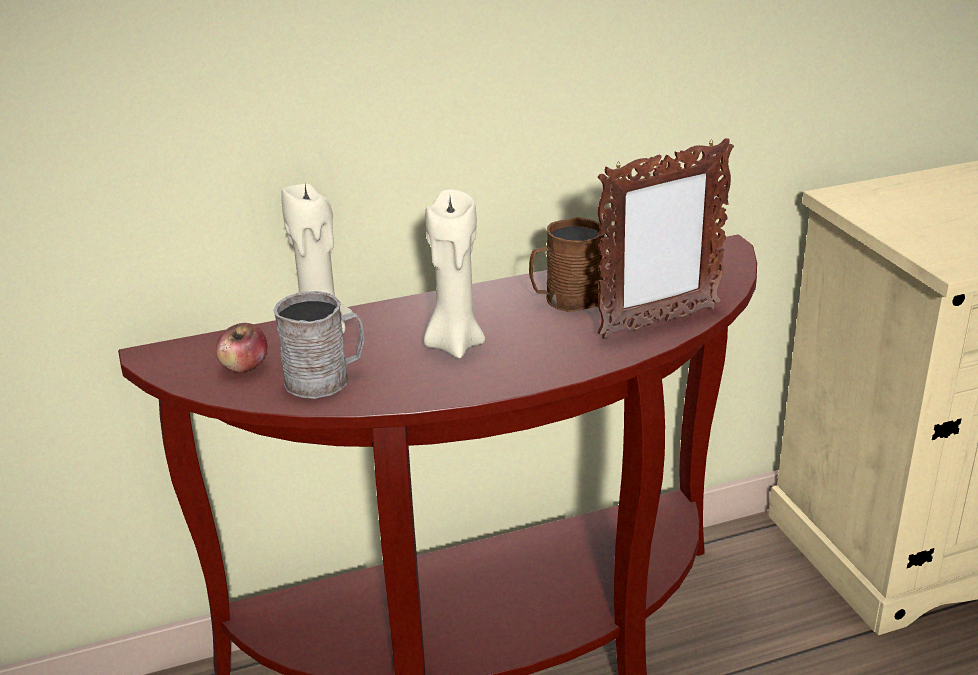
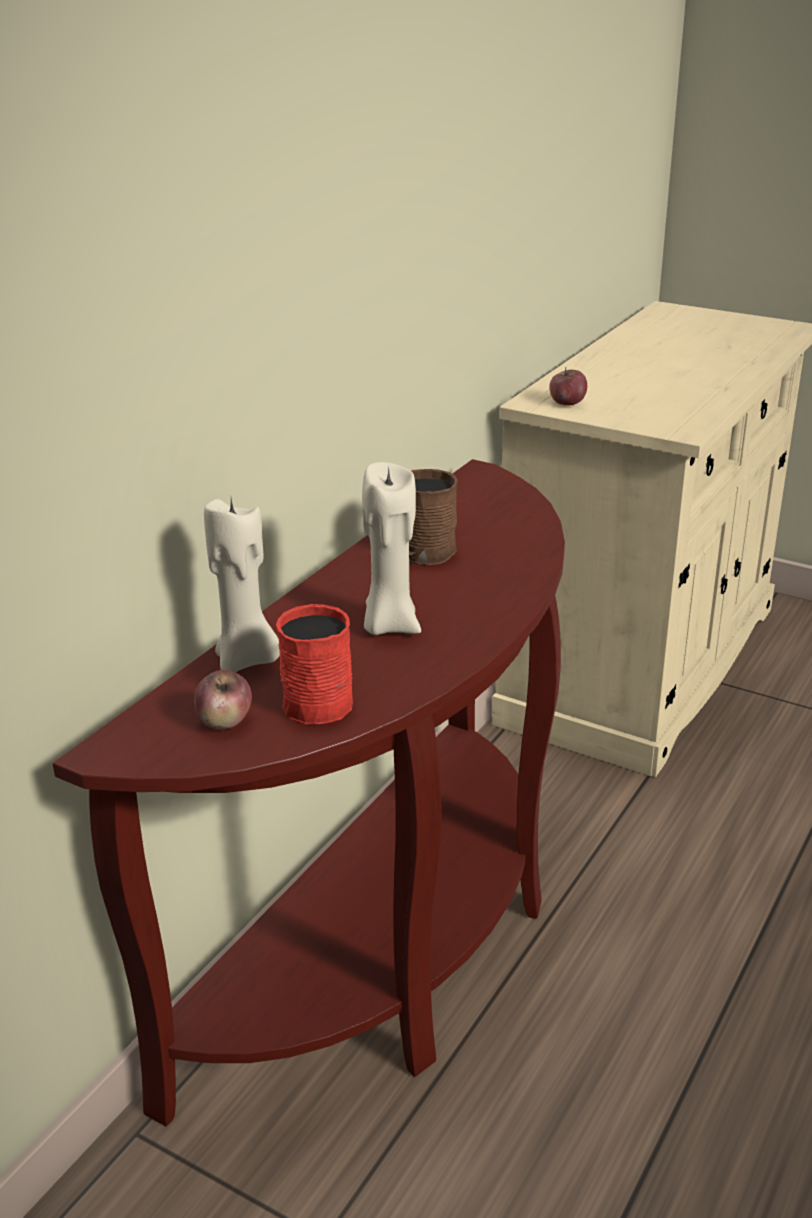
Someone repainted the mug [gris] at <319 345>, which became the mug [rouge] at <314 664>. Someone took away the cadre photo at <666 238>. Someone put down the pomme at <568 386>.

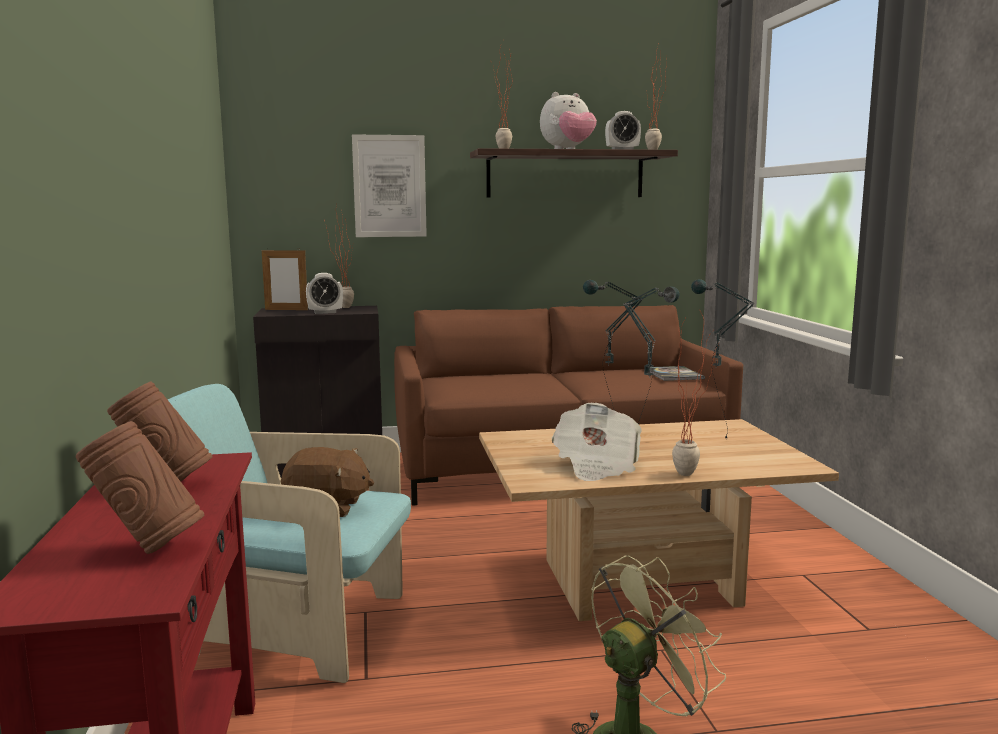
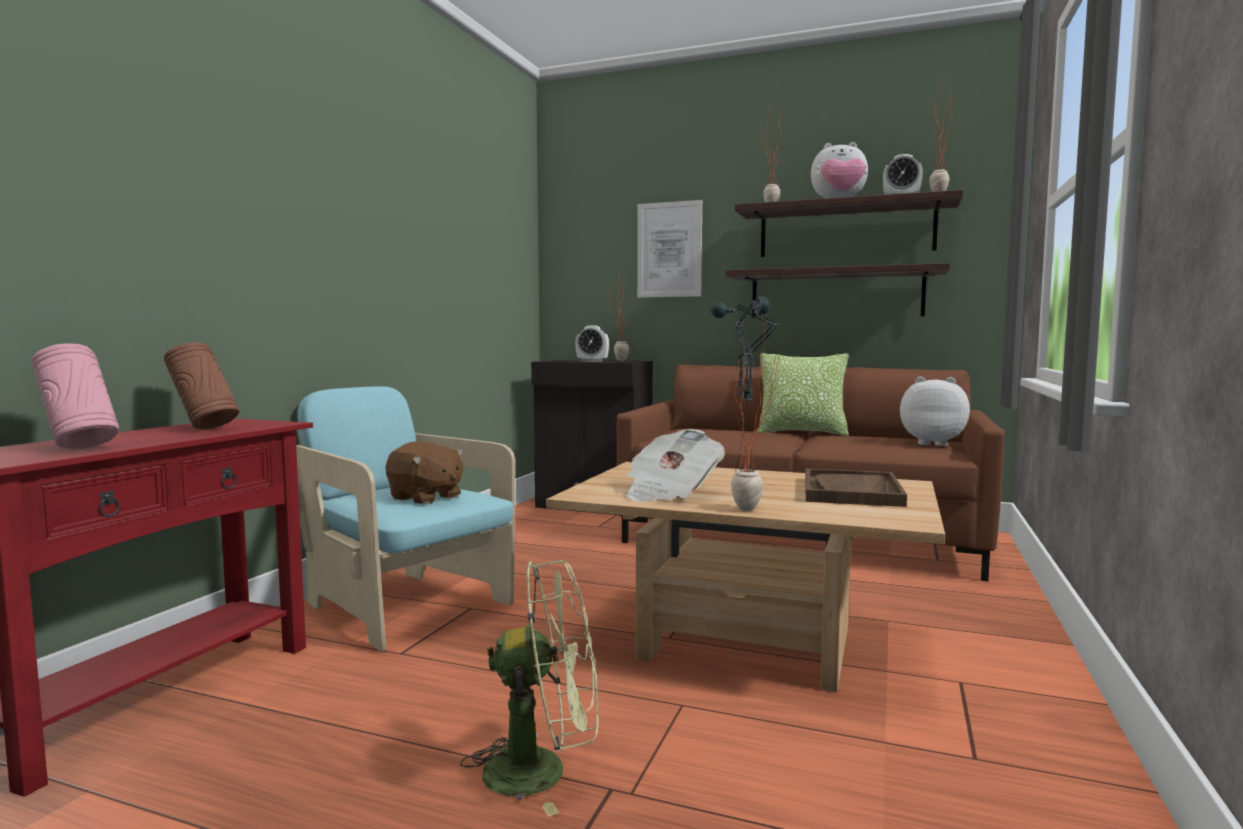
Someone repainted the vase [marron] at <140 487>, which became the vase [rose] at <75 396>. Someone took away the cadre photo at <285 279>. Someone swapped the livre at <677 373> for the peluche at <935 411>. Someone swapped the lampe de table at <723 359> for the plateau [marron] at <856 488>. Someone put up the étagère at <838 290>. Someone put down the coussin at <803 394>.

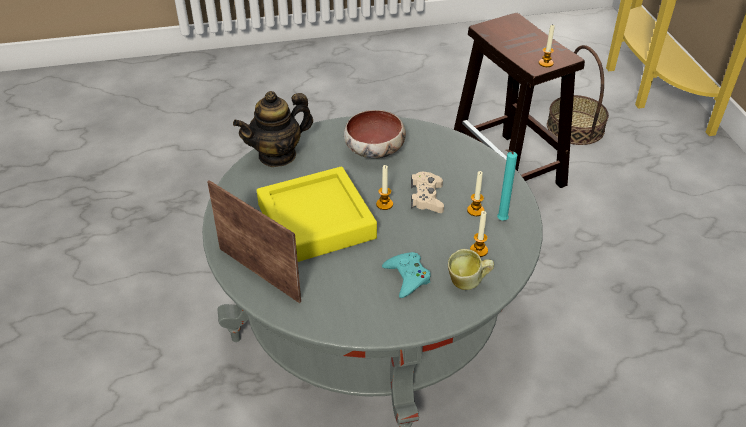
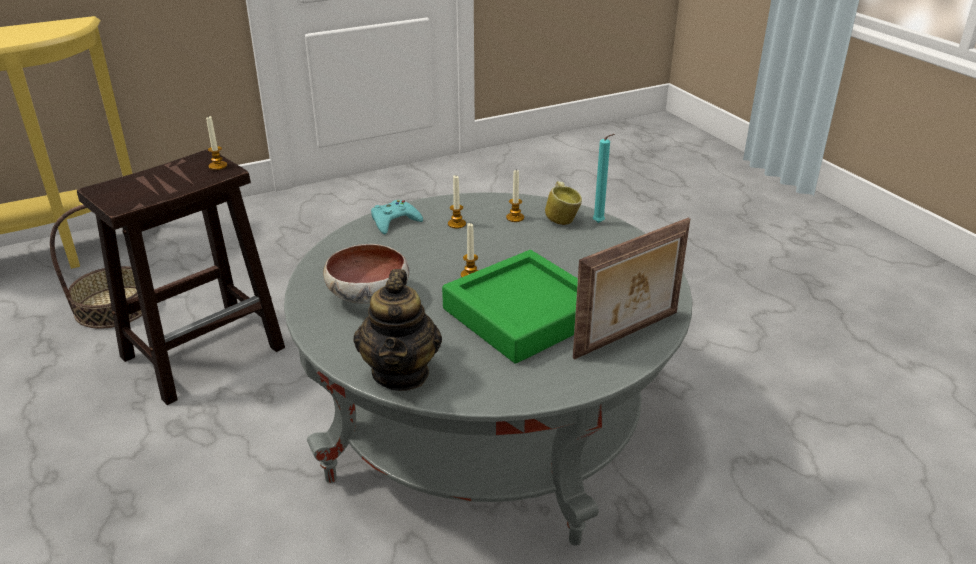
Someone rotated the cadre photo at <254 241> by 150 degrees counterclockwise. Someone rotated the théière at <273 129> by 45 degrees clockwise. Someone repainted the plateau [jaune] at <317 214>, which became the plateau [vert] at <510 307>. Someone carried the manette [turquoise] from <406 275> to <397 217>. Someone took away the manette [beige] at <427 192>. Someone carried the bougie [turquoise] from <507 185> to <604 178>.

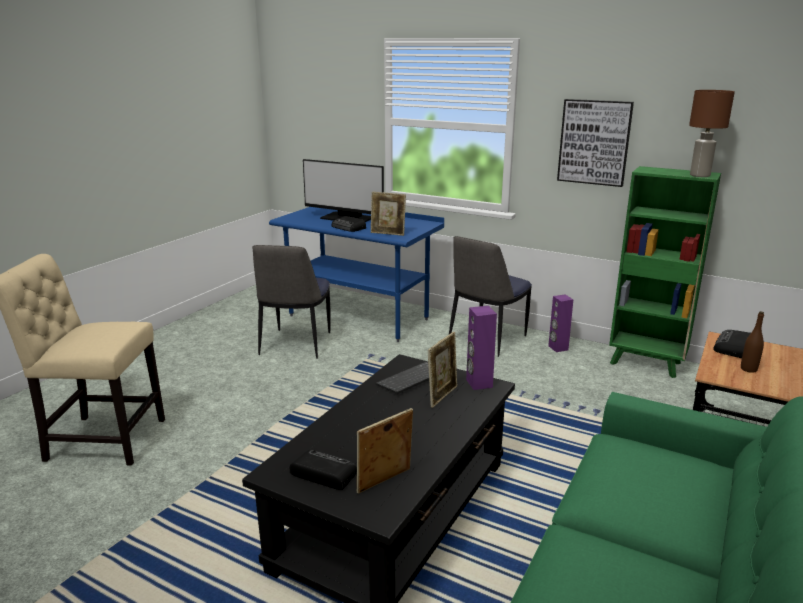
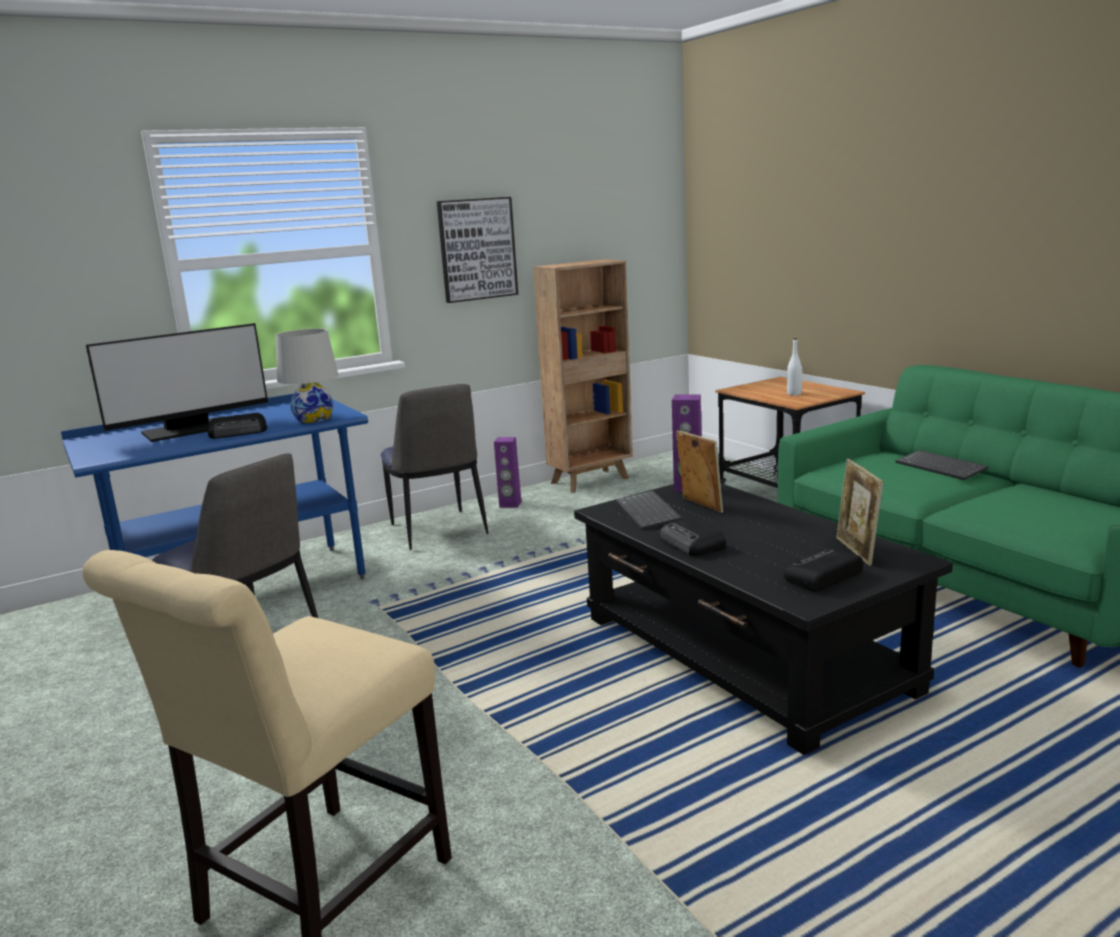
Someone swapped the cadre photo at <388 214> for the lampe de table [blanc] at <306 376>. Someone repainted the bibliothèque [vert] at <665 272>, which became the bibliothèque [marron] at <583 376>. Someone took away the lampe de table [marron] at <712 133>. Someone carried the radio from <732 344> to <692 536>. Someone repainted the bouteille [marron] at <752 342>, which became the bouteille [blanc] at <794 366>. Someone put down the clavier at <942 465>.

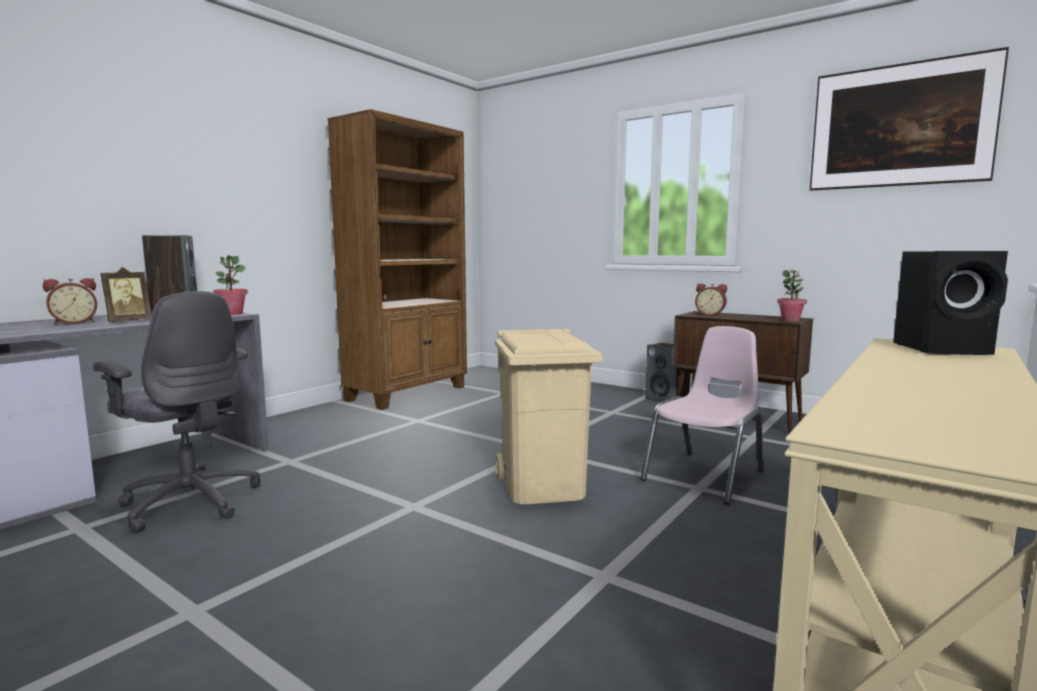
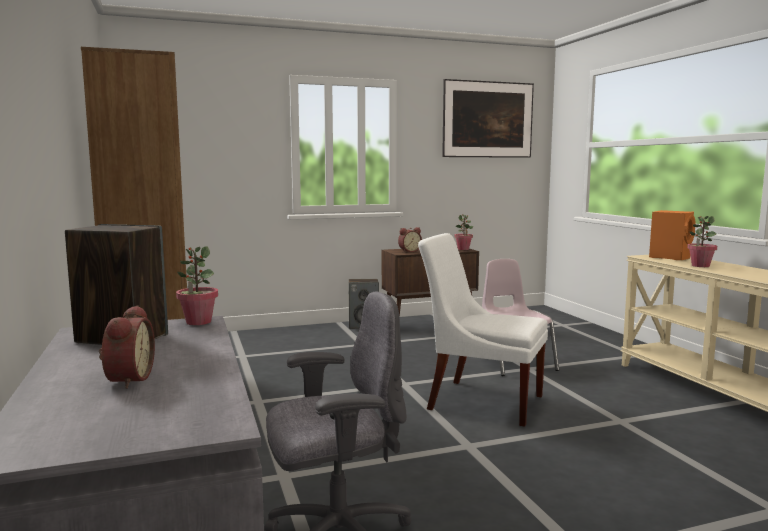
Someone took away the cadre photo at <126 294>. Someone swapped the poubelle [beige] at <549 416> for the chaise [blanc] at <483 330>. Someone repainted the enceinte [noir] at <950 303>, which became the enceinte [orange] at <672 235>. Someone put down the plante en pot at <702 241>.

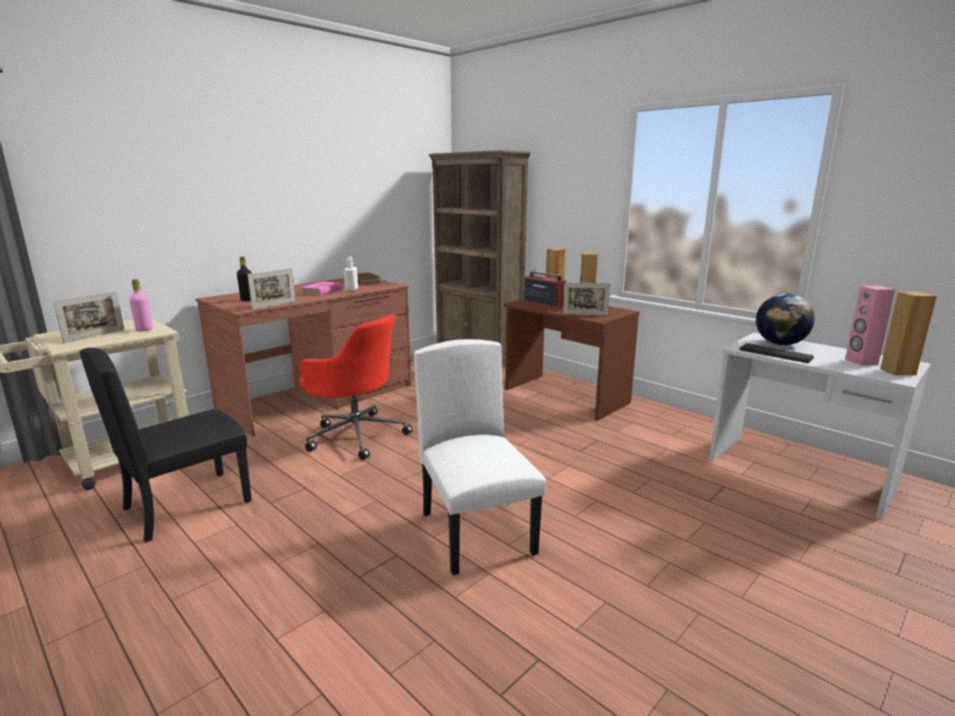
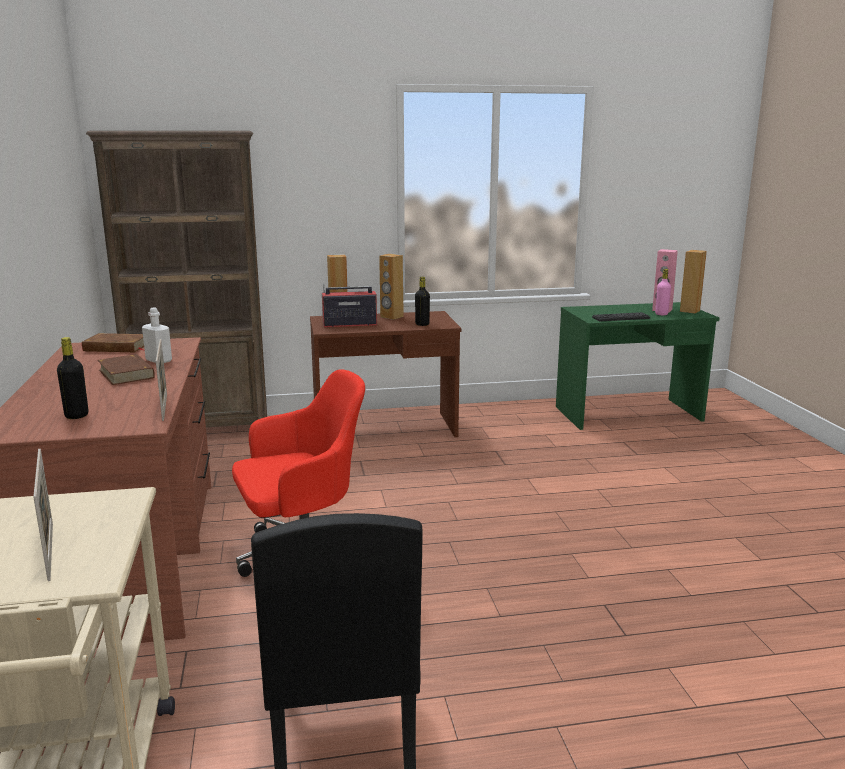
Someone carried the bouteille [rose] from <141 305> to <663 292>. Someone repainted the livre [rose] at <320 288>, which became the livre [marron] at <126 369>. Someone took away the chaise [blanc] at <480 457>. Someone swapped the cadre photo at <586 299> for the bouteille [noir] at <422 301>. Someone repainted the bureau [blanc] at <820 426>, which became the bureau [vert] at <637 366>. Someone took away the globe at <785 319>.

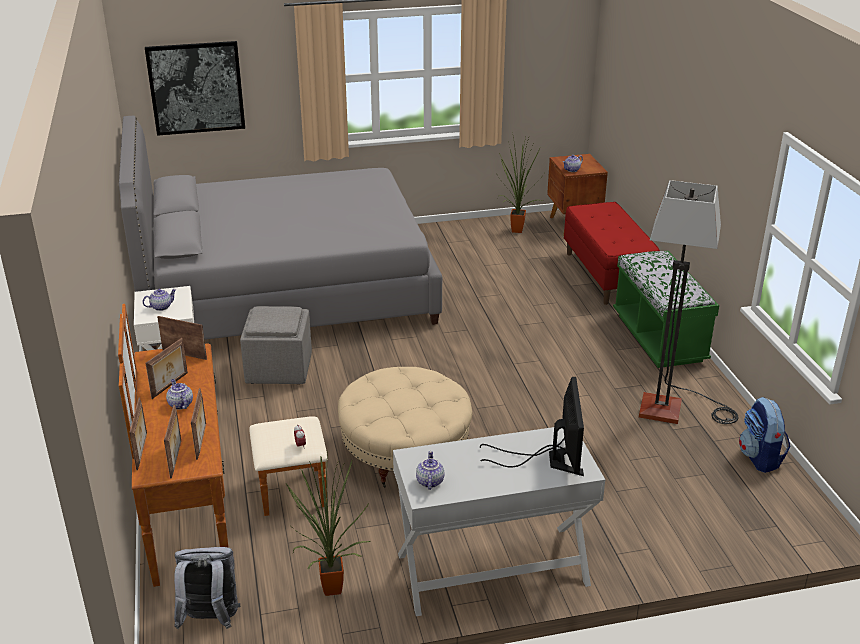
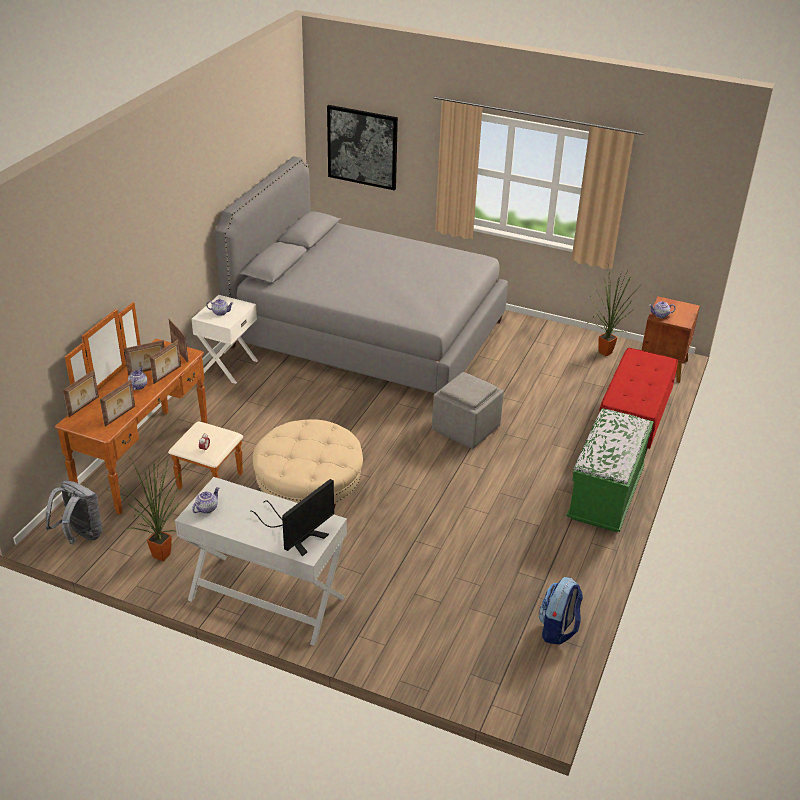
Someone carried the cadre photo from <172 442> to <165 362>. Someone carried the pouf [gris] from <276 345> to <468 410>. Someone took away the lampadaire at <689 302>.

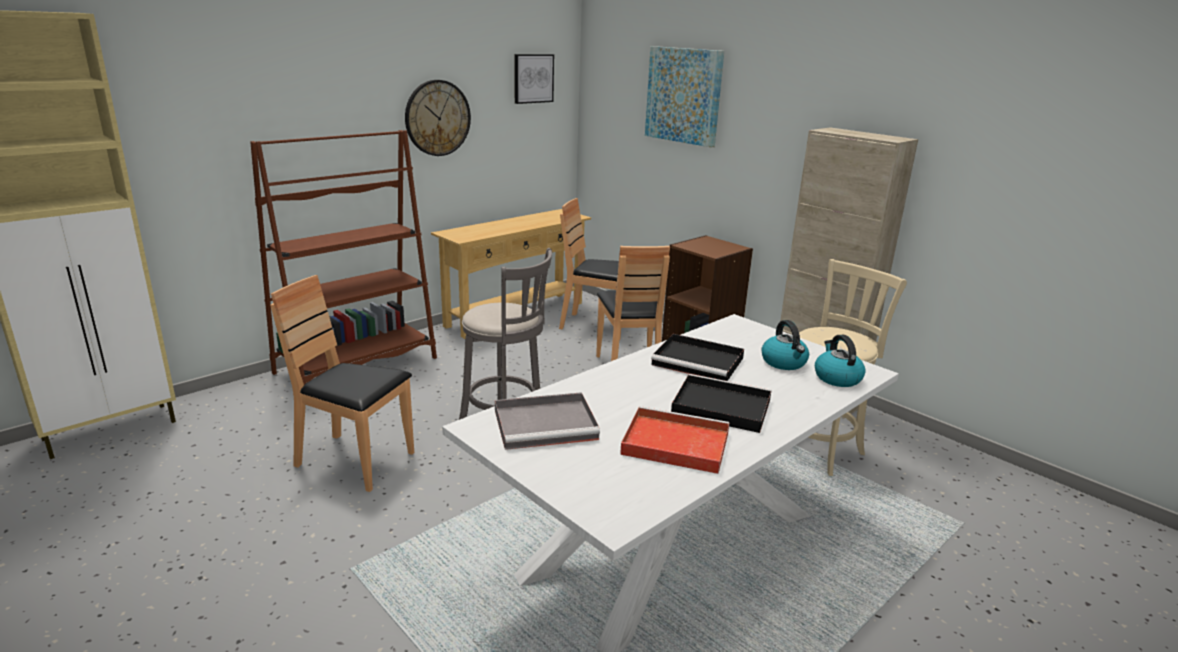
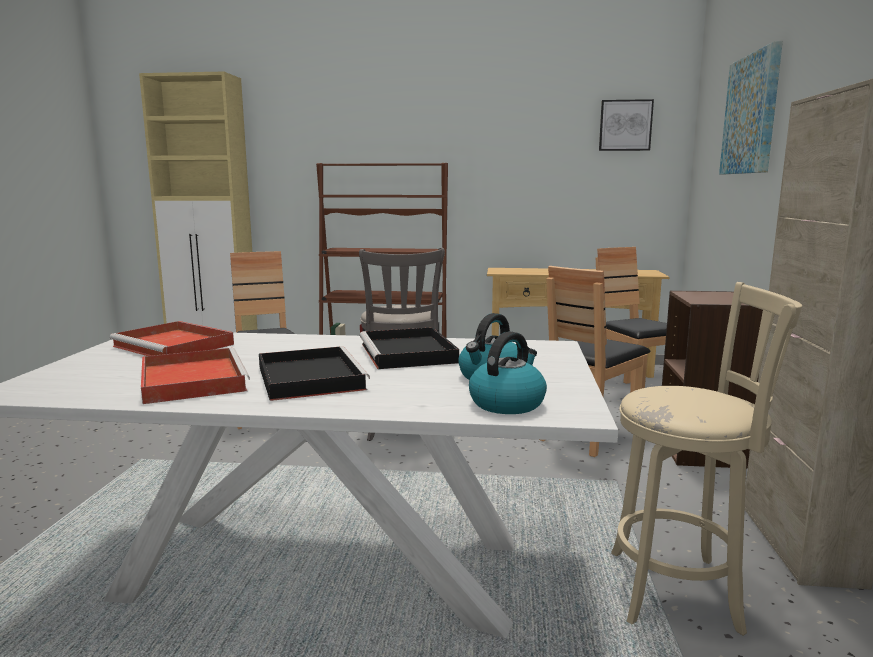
Someone took away the horloge murale at <438 118>. Someone repainted the plateau [gris] at <547 421>, which became the plateau [rouge] at <171 338>.

